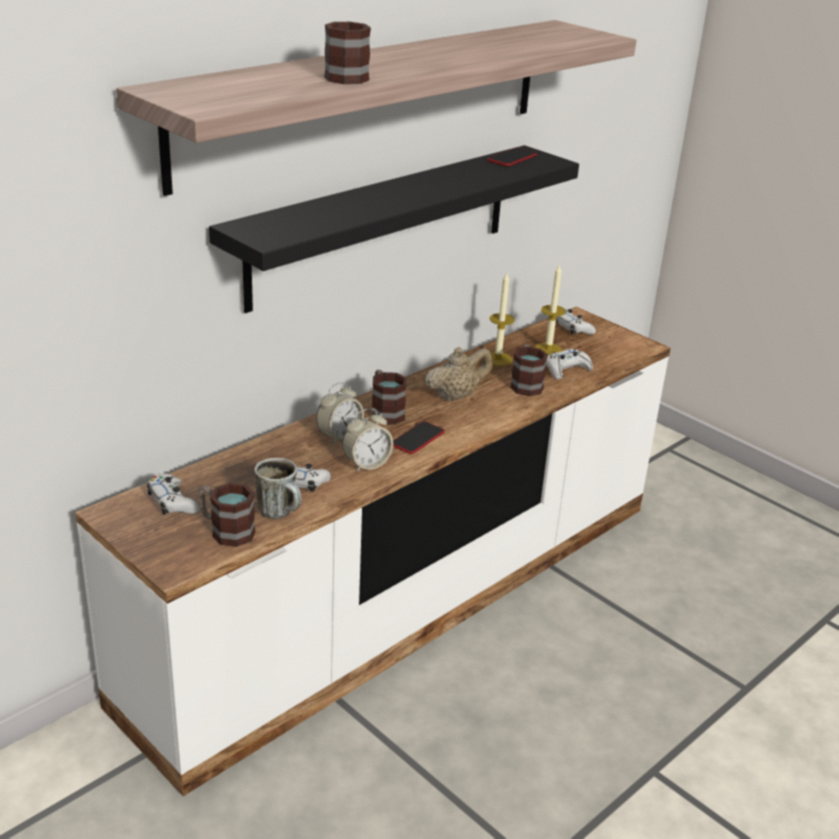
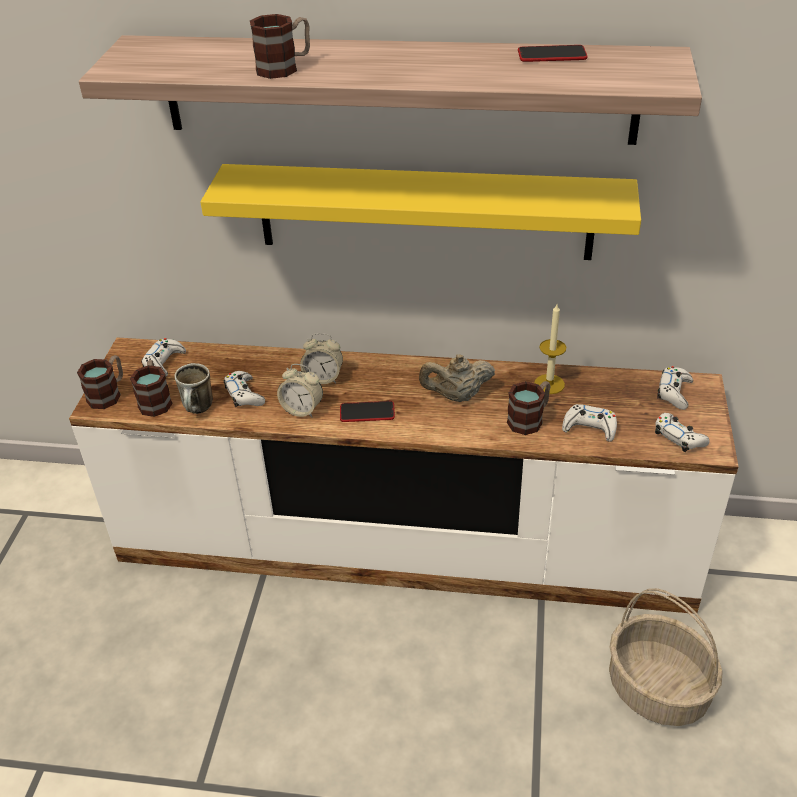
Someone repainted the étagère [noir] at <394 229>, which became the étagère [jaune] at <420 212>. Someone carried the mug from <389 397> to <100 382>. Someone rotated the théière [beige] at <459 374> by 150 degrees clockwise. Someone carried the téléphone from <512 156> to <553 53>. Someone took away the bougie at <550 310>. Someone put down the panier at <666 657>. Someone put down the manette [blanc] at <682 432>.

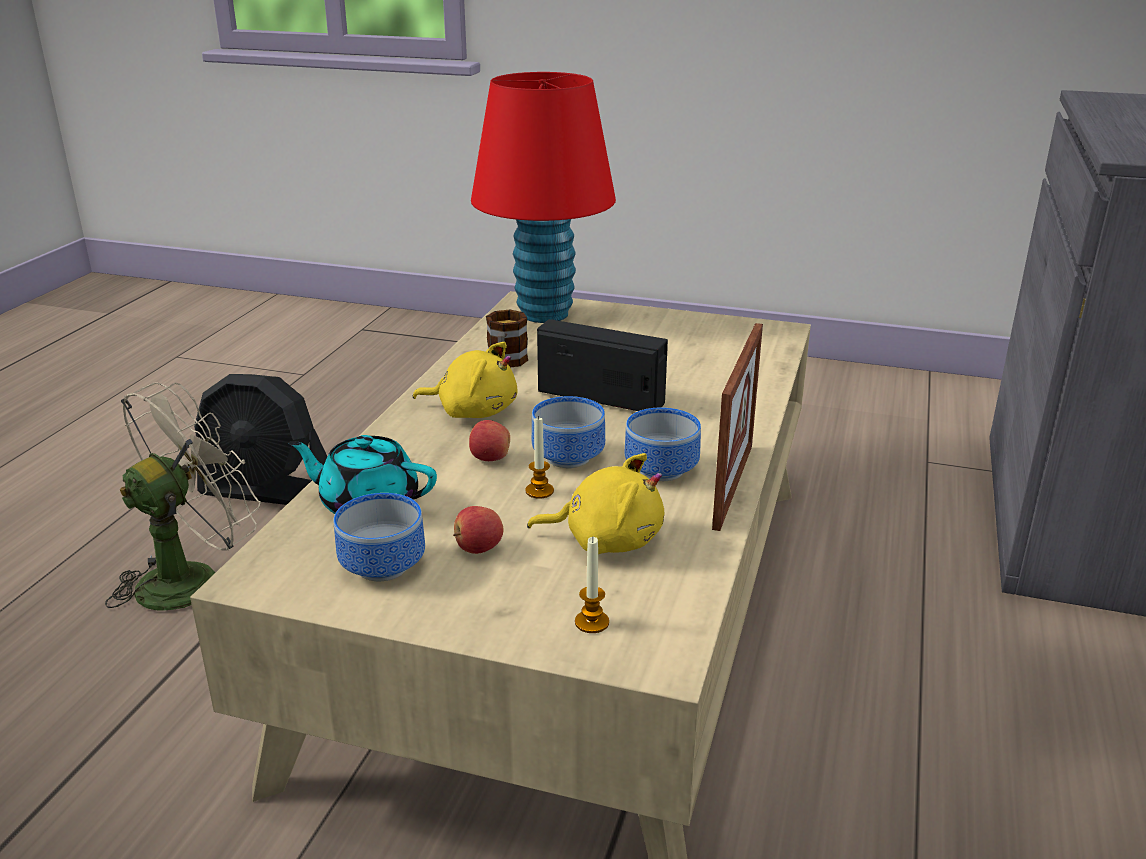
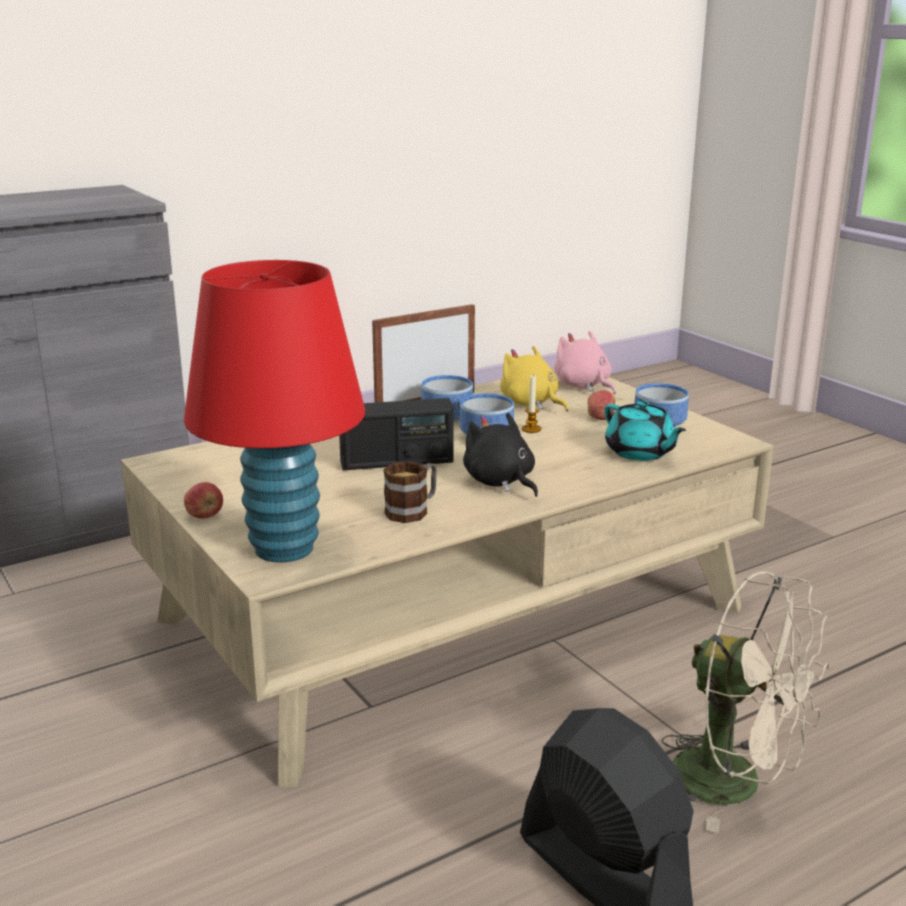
Someone rotated the ventilateur [beige] at <183 497> by 135 degrees counterclockwise. Someone repainted the peluche [jaune] at <465 380>, which became the peluche [noir] at <500 455>. Someone carried the pomme from <489 440> to <203 500>. Someone rotated the radio at <602 365> by 75 degrees counterclockwise. Someone swapped the bougie at <592 585> for the peluche [rose] at <585 362>.

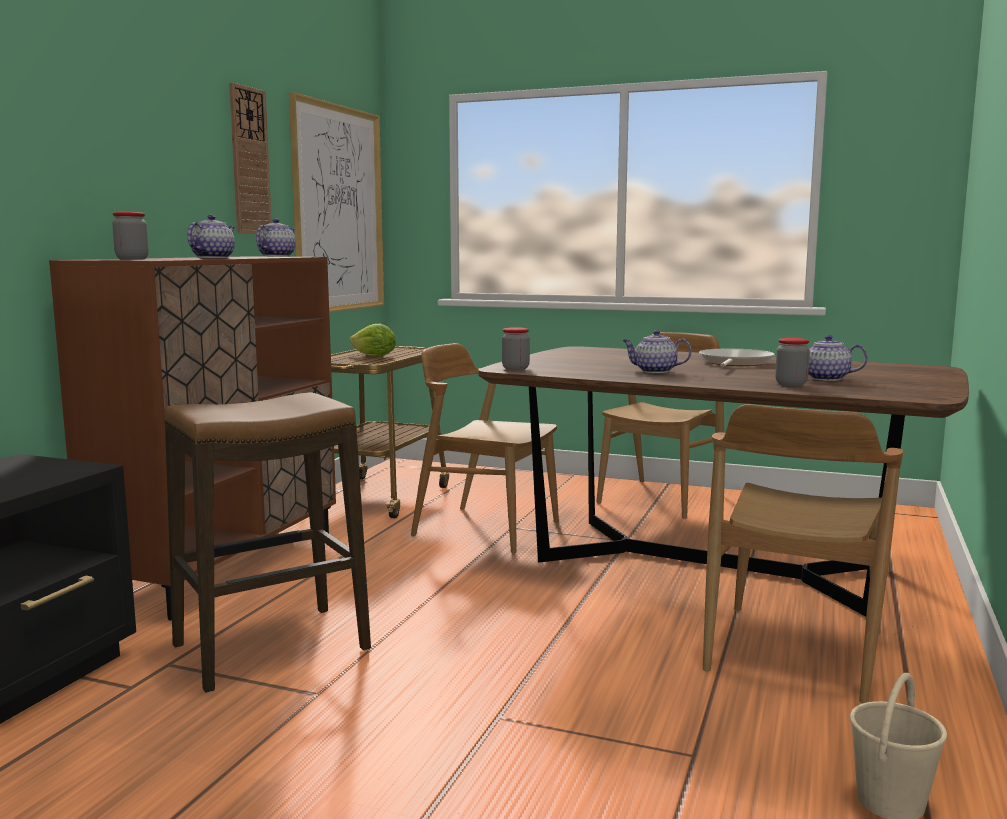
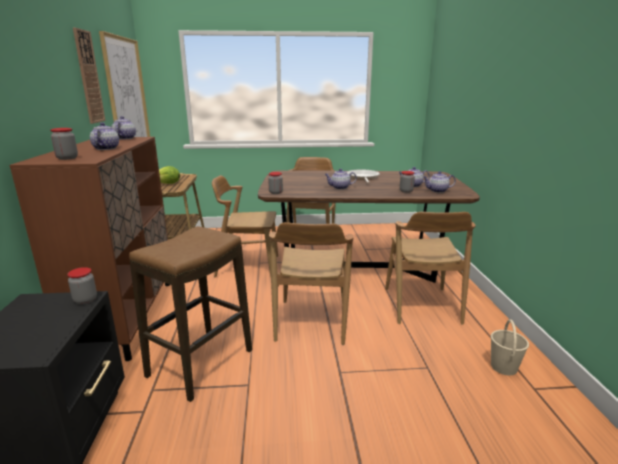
Someone put down the bocal at <82 285>. Someone put down the chaise [marron] at <311 283>. Someone put down the théière at <439 182>.

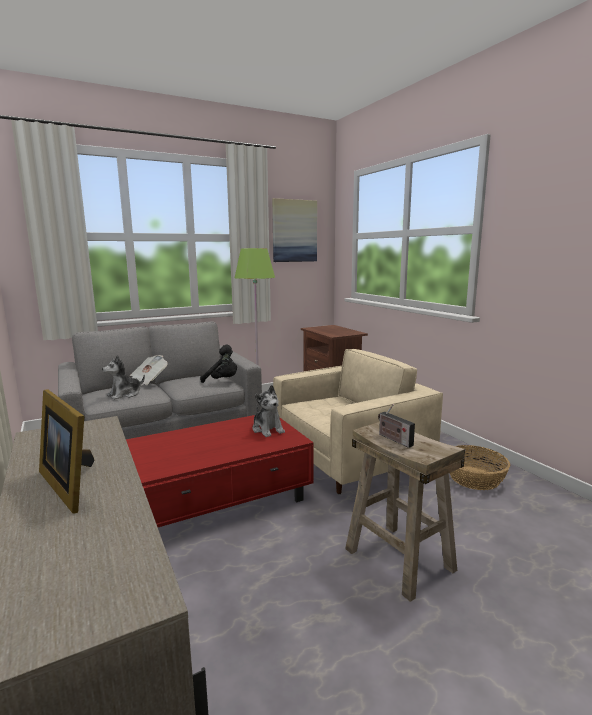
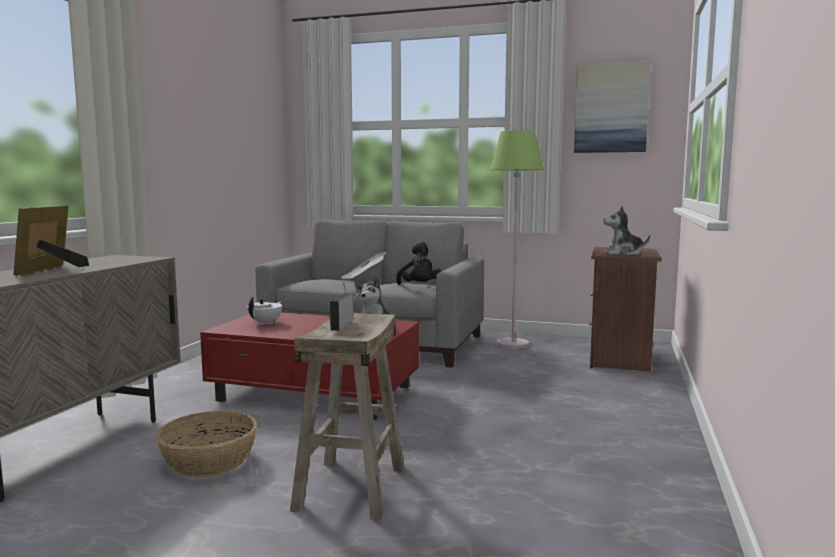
Someone carried the peluche from <123 377> to <626 230>. Someone took away the fauteuil [beige] at <358 421>. Someone carried the panier from <480 467> to <206 444>. Someone put down the théière [blanc] at <264 311>.

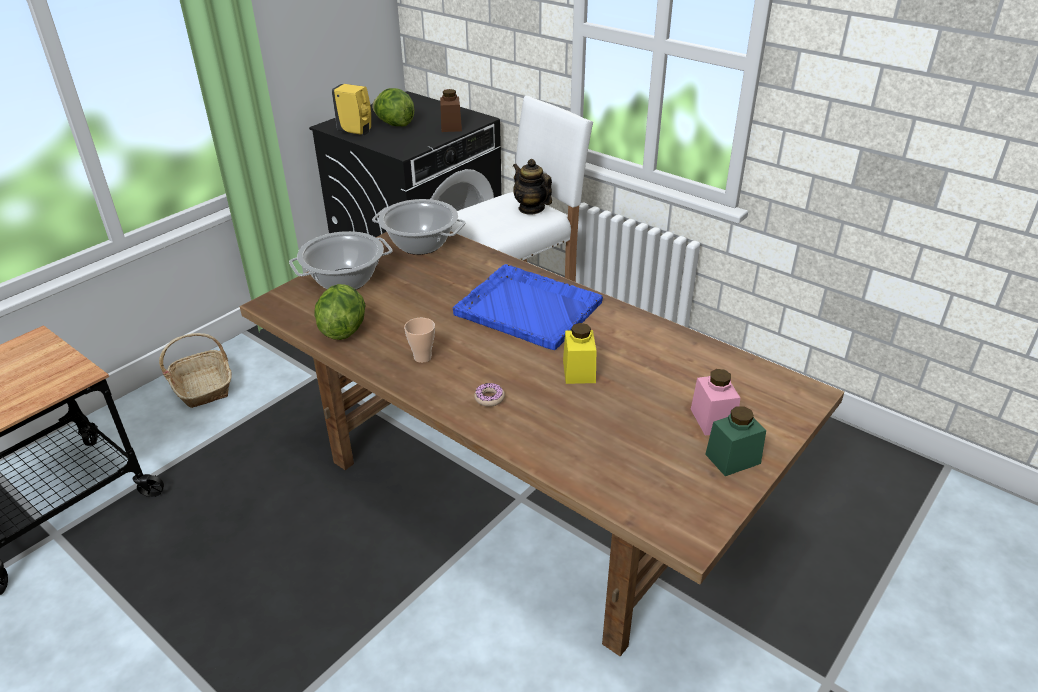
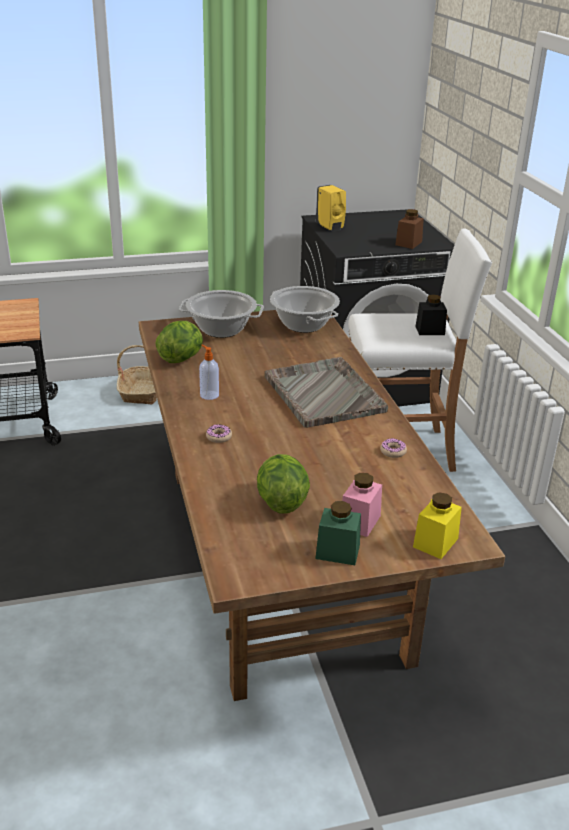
Someone carried the laitue from <393 107> to <283 484>. Someone swapped the tasse at <419 340> for the distributeur de savon at <209 372>. Someone repainted the plateau [bleu] at <528 307>, which became the plateau [gris] at <326 392>. Someone swapped the théière at <532 186> for the bocal [noir] at <431 314>. Someone carried the bocal [jaune] from <579 353> to <437 525>. Someone put down the beignet at <393 448>.

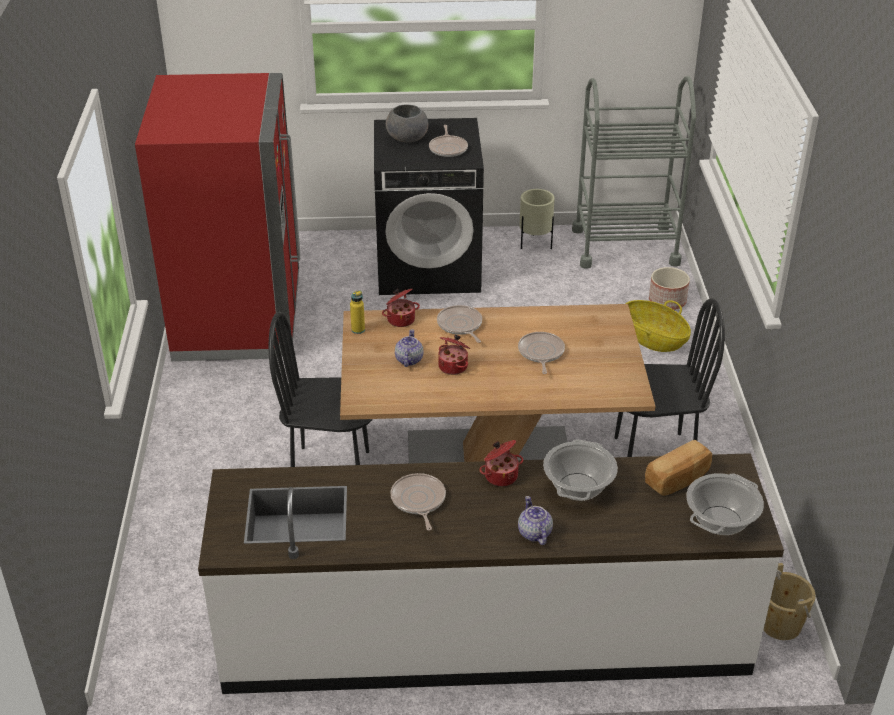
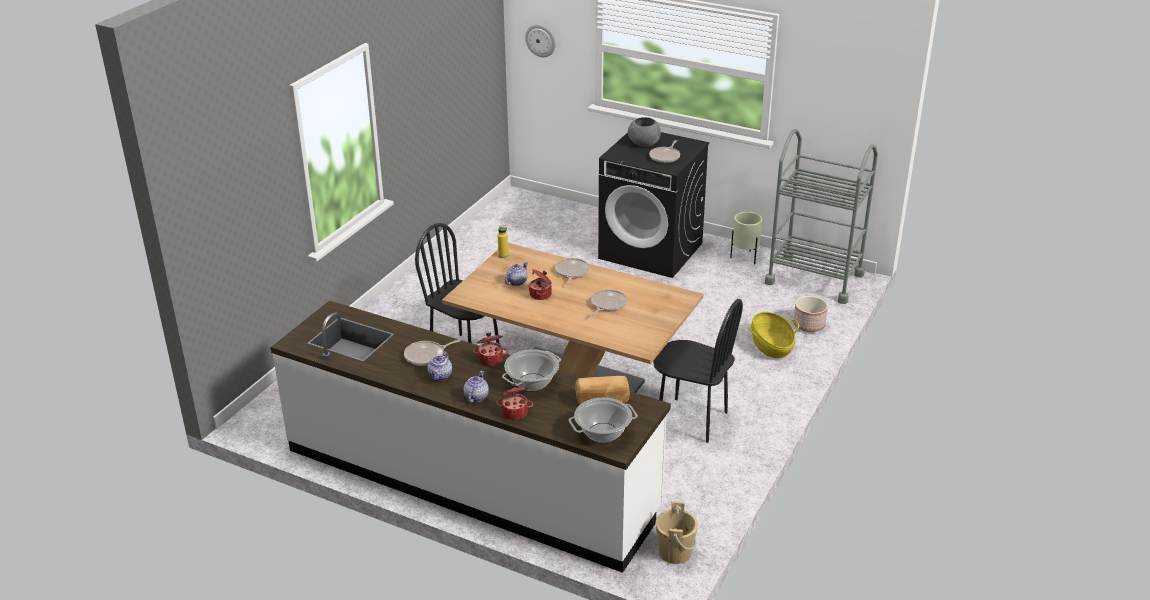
Someone took away the réfrigérateur [rouge] at <217 217>. Someone carried the marmite from <401 308> to <514 402>. Someone rotated the poêle at <418 502> by 135 degrees counterclockwise. Someone put down the théière at <440 366>. Someone put up the horloge murale at <540 40>.

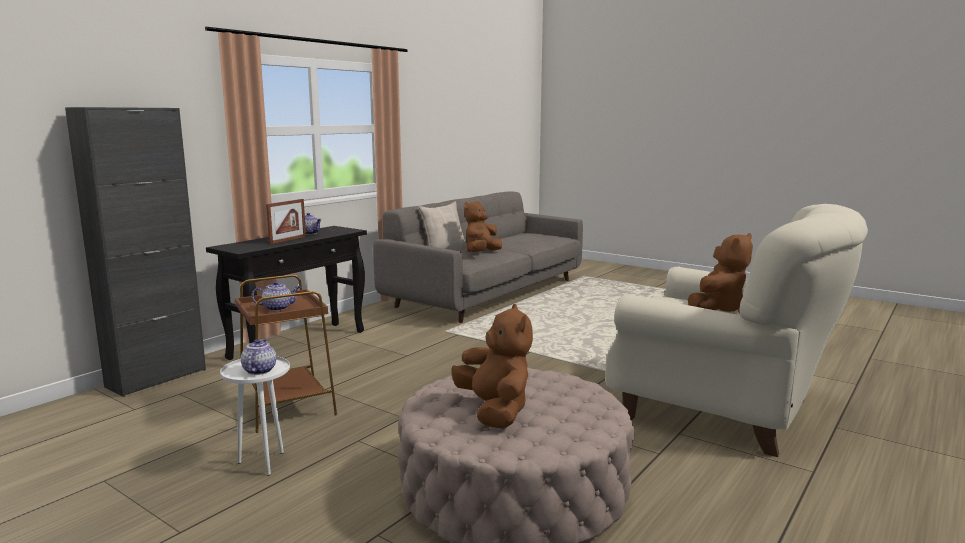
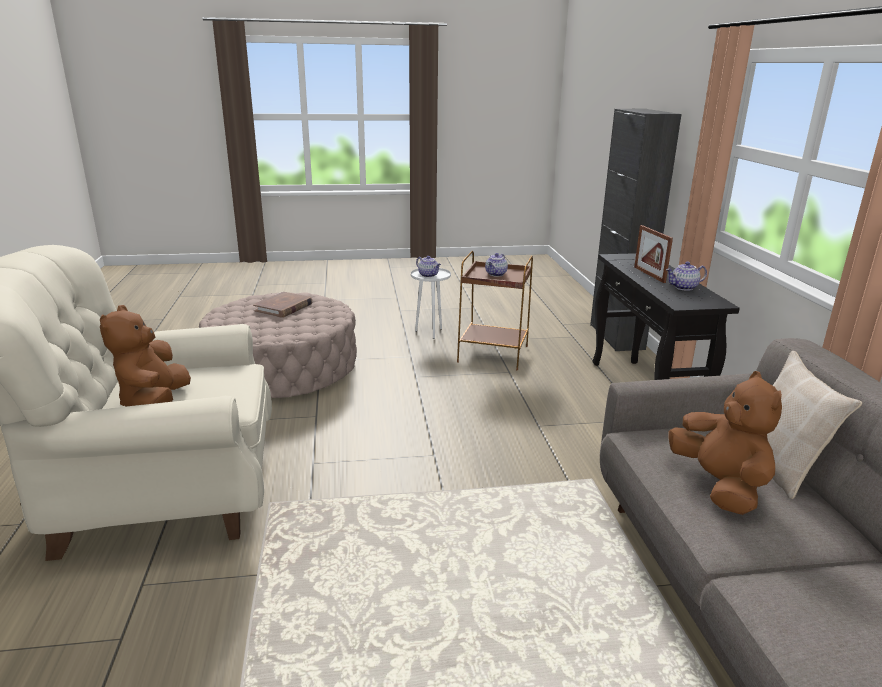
Someone swapped the peluche [marron] at <492 366> for the livre [marron] at <283 305>.

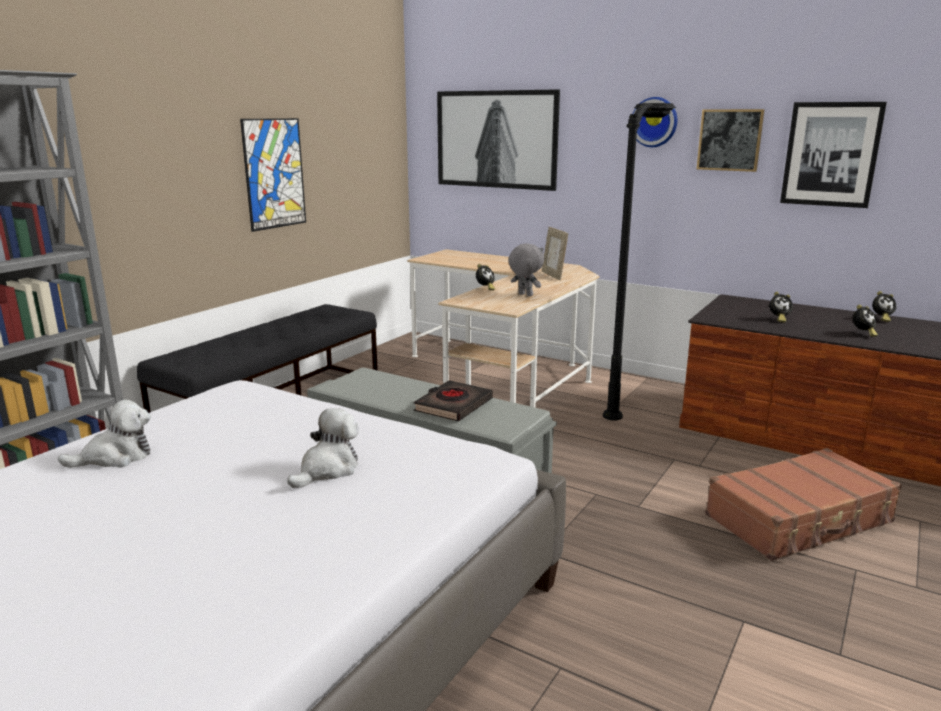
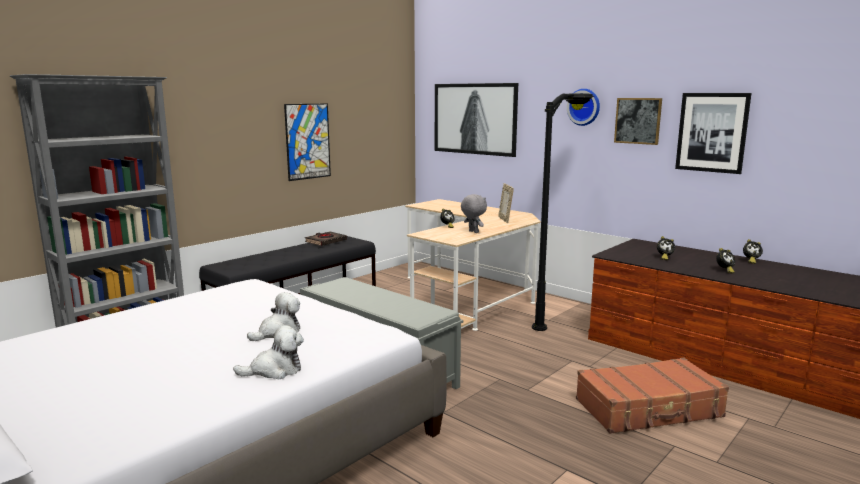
Someone carried the peluche from <104 434> to <268 352>. Someone carried the livre [noir] from <453 400> to <326 238>.

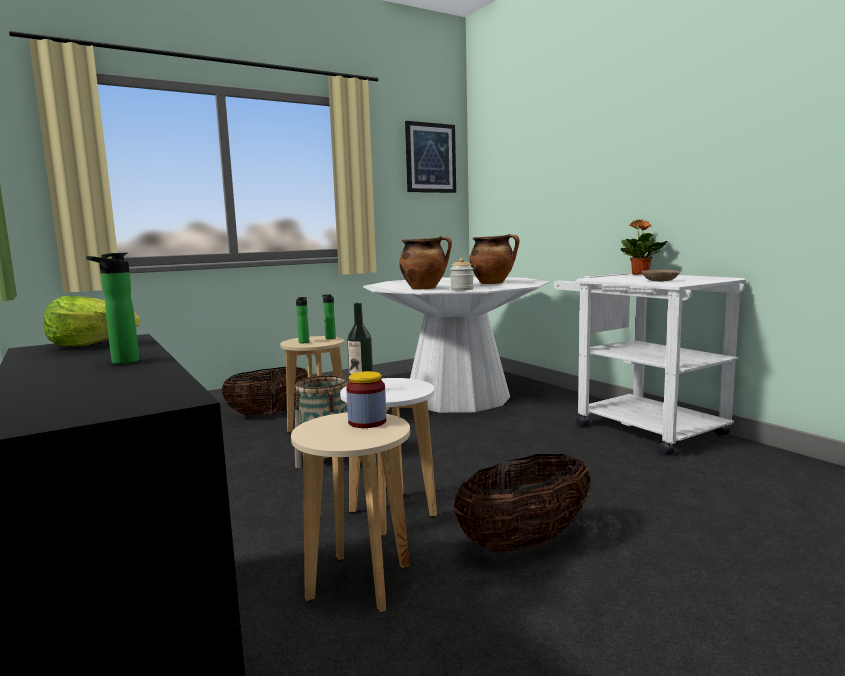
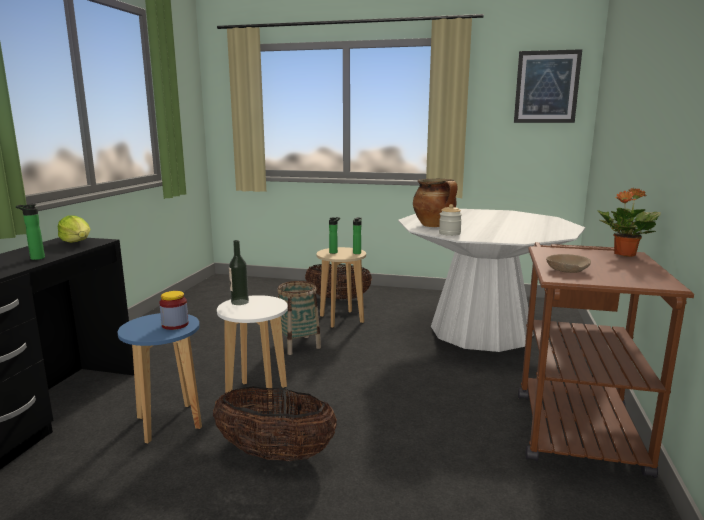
Someone repainted the tabouret [beige] at <350 512>, which became the tabouret [bleu] at <160 378>. Someone took away the marmite at <494 259>. Someone repainted the chariot [blanc] at <650 364>, which became the chariot [marron] at <606 360>.

